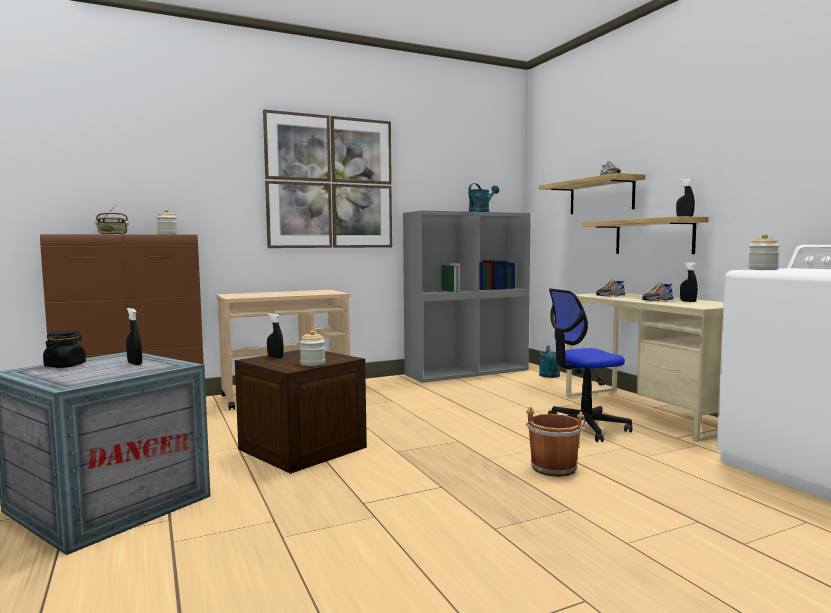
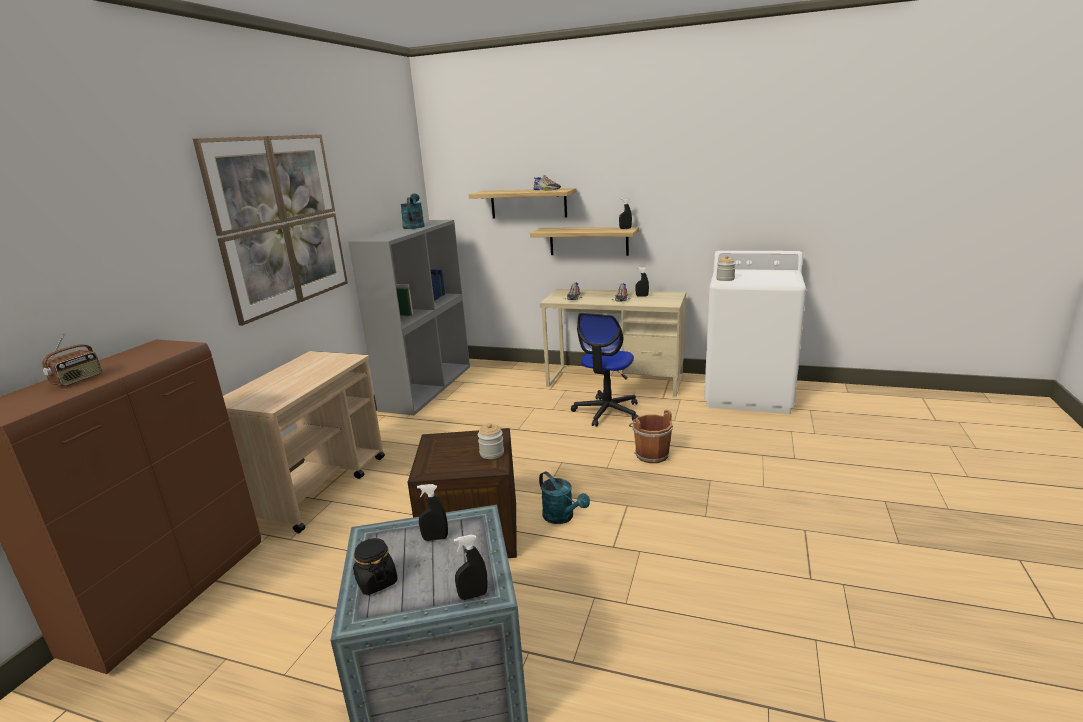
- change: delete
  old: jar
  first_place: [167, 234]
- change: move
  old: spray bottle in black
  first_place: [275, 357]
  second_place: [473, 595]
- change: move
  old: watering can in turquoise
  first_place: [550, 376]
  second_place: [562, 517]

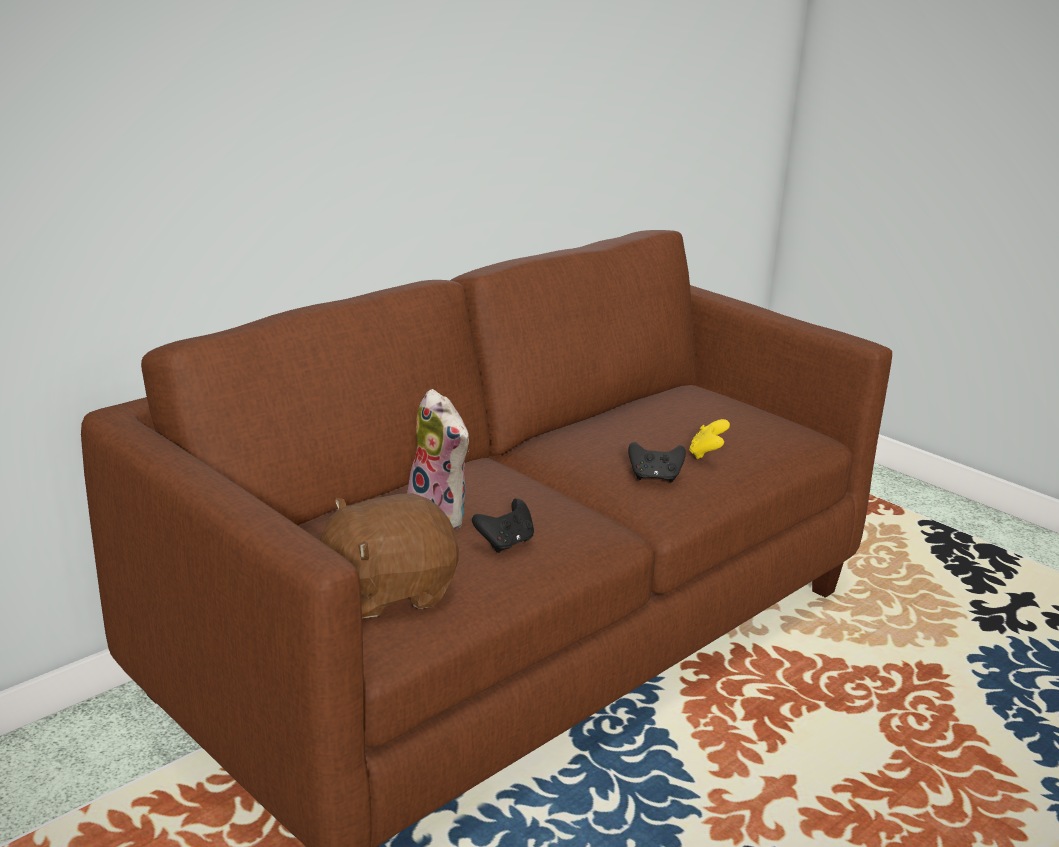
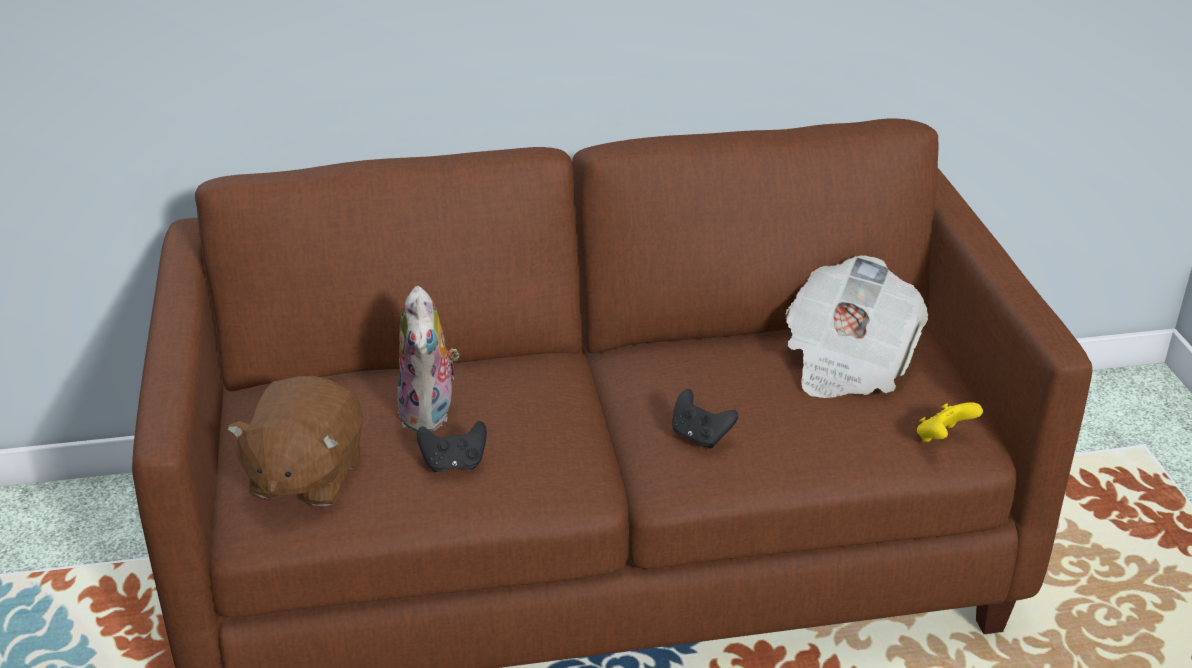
- change: move
  old: game controller in yellow
  first_place: [707, 454]
  second_place: [943, 438]
- change: rotate
  old: plush toy in brown
  first_place: [388, 591]
  second_place: [305, 476]
  degrees: -90
- change: insert
  new: newspaper
  second_place: [847, 362]

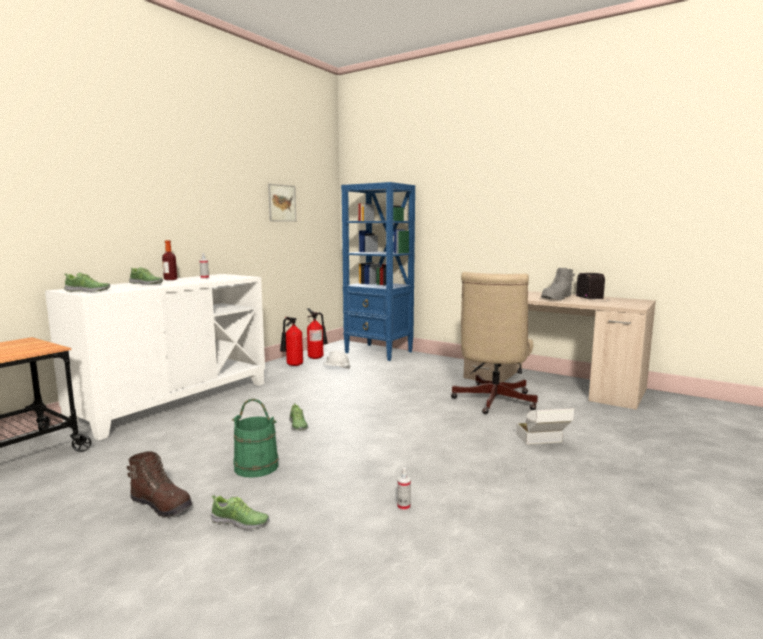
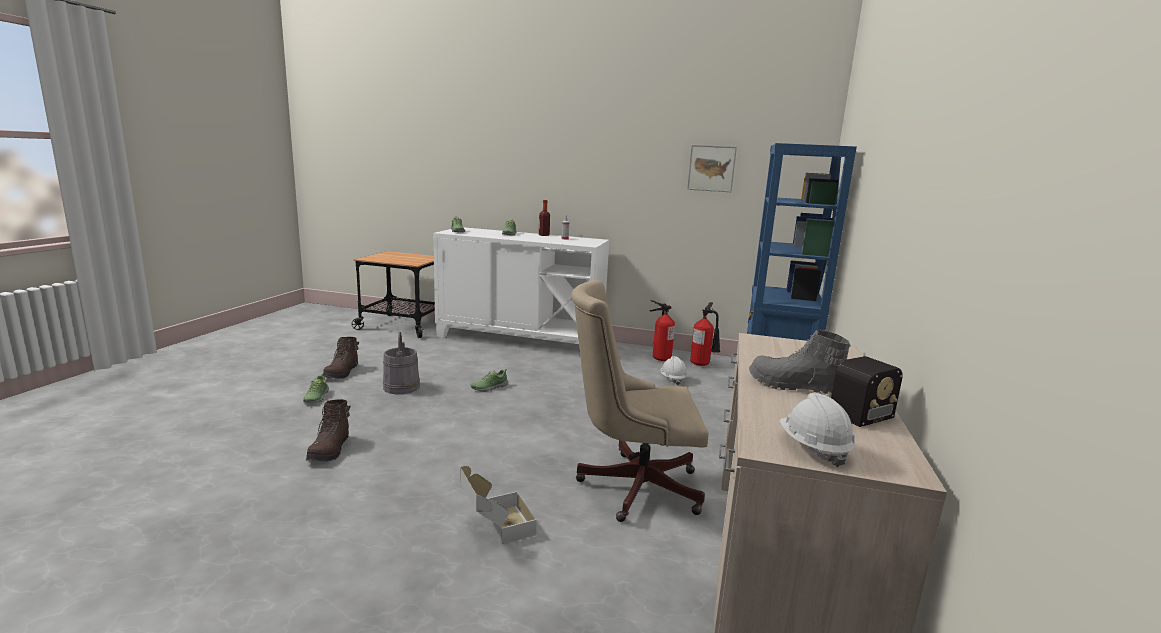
- change: recolor
  old: bucket in green
  new: bucket in grey
  first_place: [256, 466]
  second_place: [401, 387]
- change: replace
  old: spray bottle
  new: boot in brown
  first_place: [403, 507]
  second_place: [330, 450]
- change: insert
  new: hard hat in white
  second_place: [813, 448]

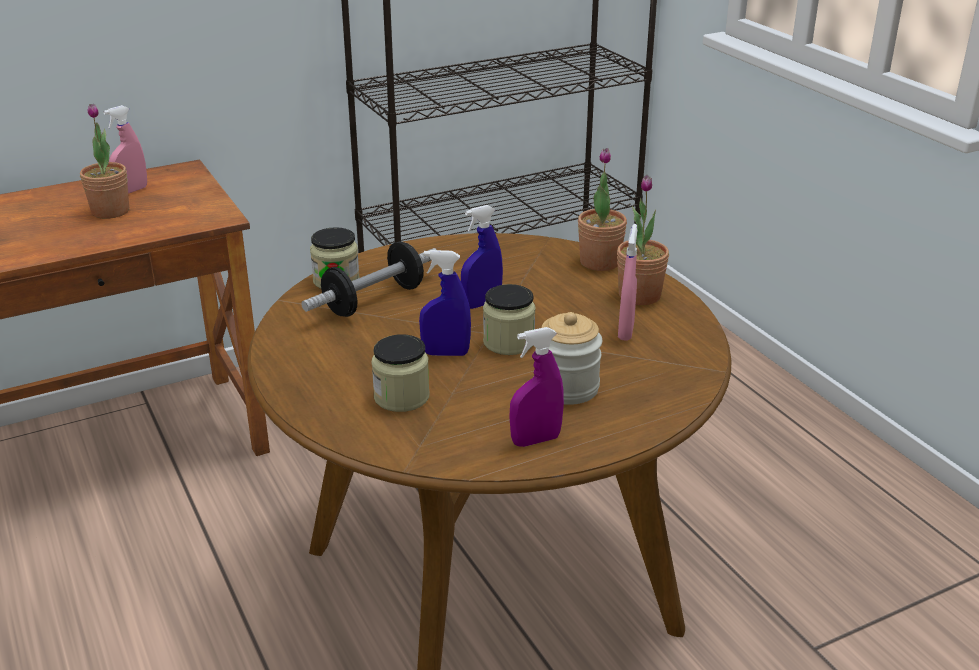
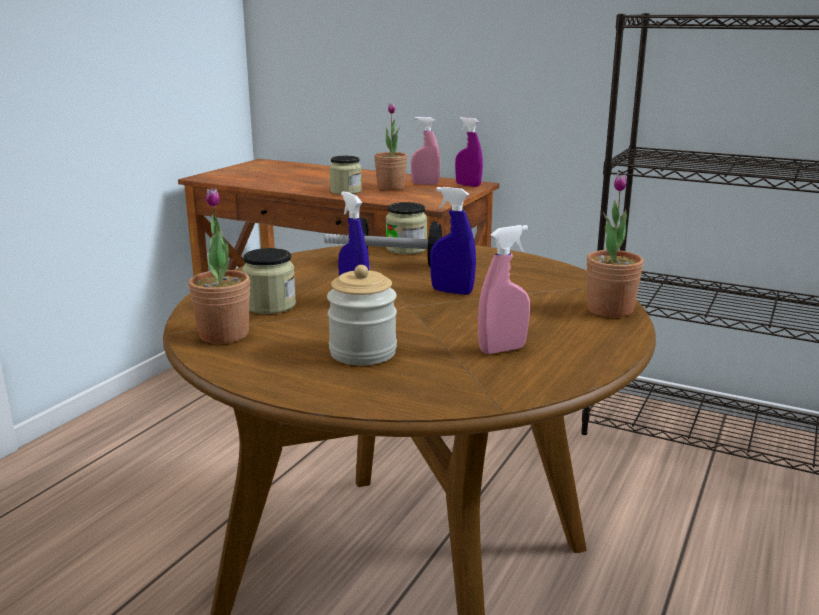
- change: move
  old: potted plant
  first_place: [639, 295]
  second_place: [224, 335]
- change: move
  old: jar
  first_place: [508, 342]
  second_place: [346, 191]
- change: move
  old: spray bottle in purple
  first_place: [535, 440]
  second_place: [468, 185]

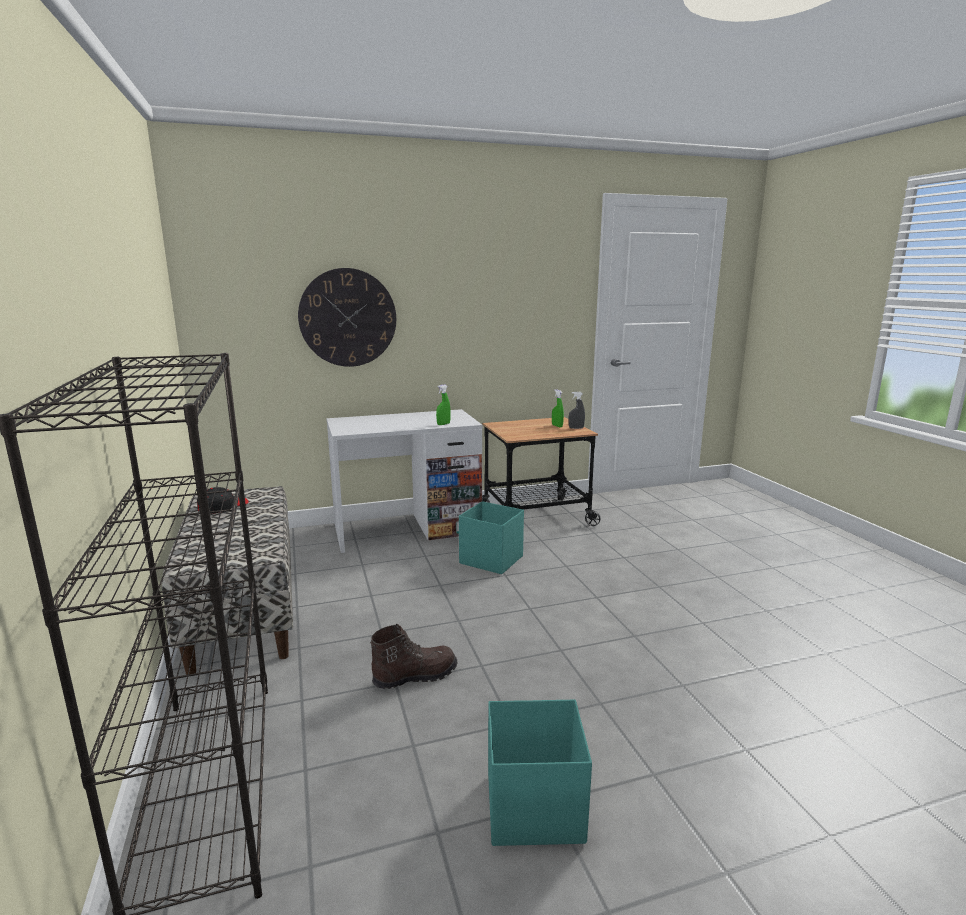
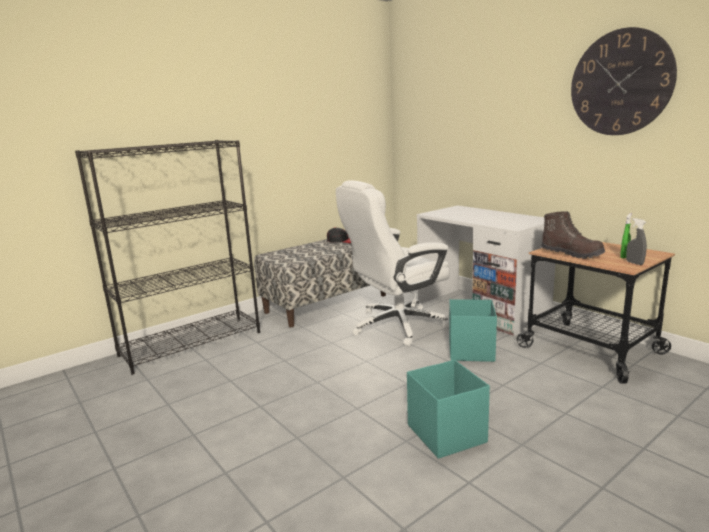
- change: move
  old: wall clock
  first_place: [348, 318]
  second_place: [620, 83]
- change: delete
  old: spray bottle in green
  first_place: [443, 424]
- change: move
  old: boot in brown
  first_place: [415, 676]
  second_place: [572, 254]
- change: move
  old: storage box in turquoise
  first_place: [532, 807]
  second_place: [446, 433]
- change: insert
  new: office chair in white
  second_place: [396, 326]

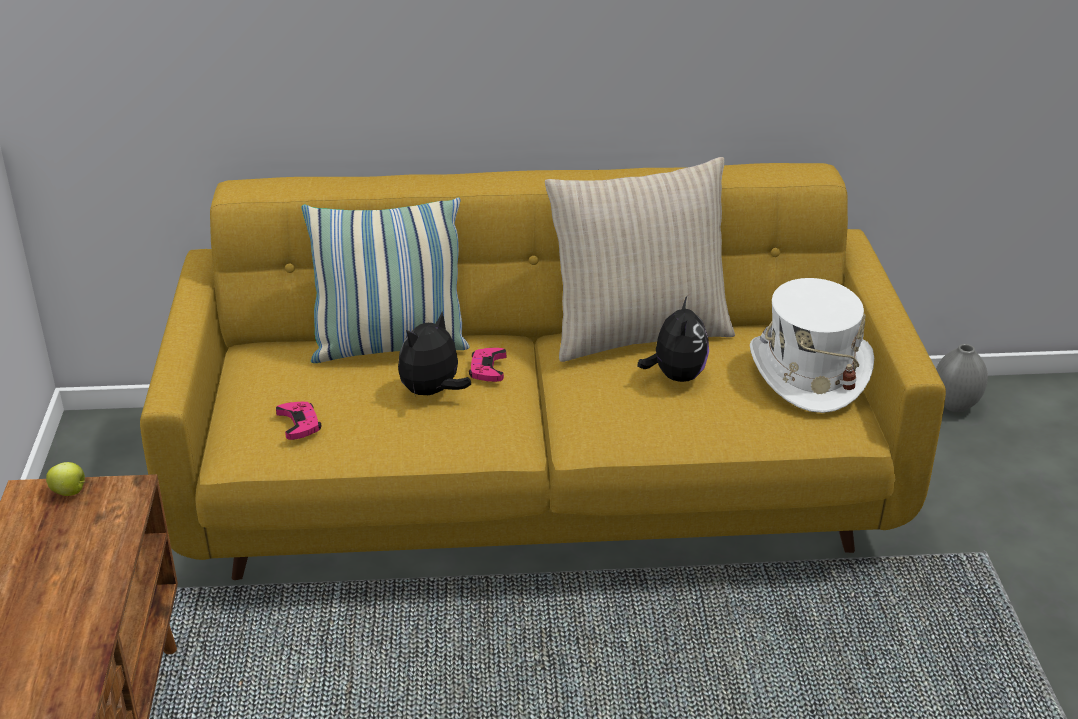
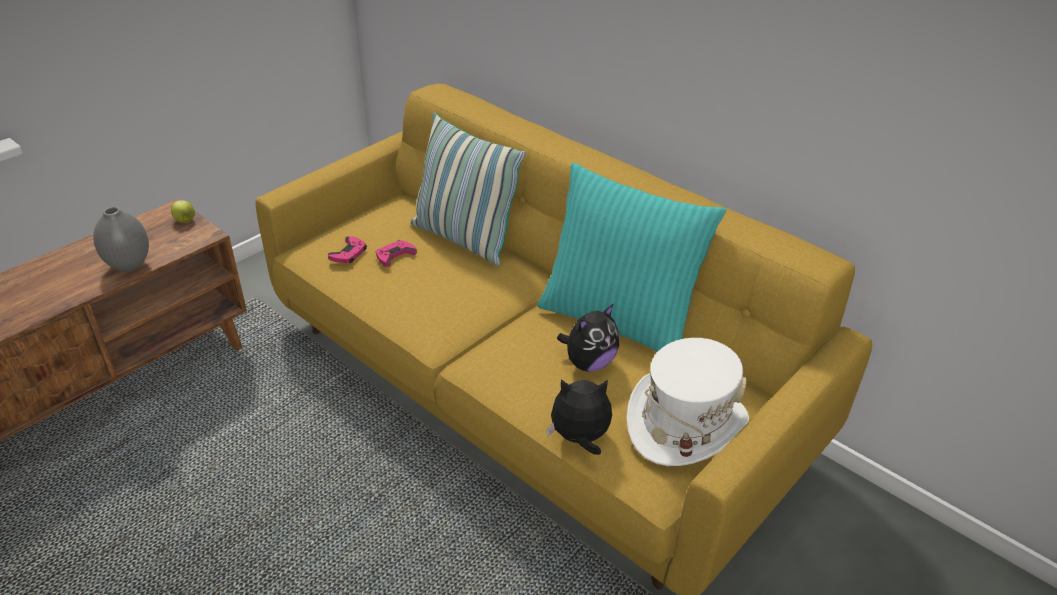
- change: recolor
  old: pillow in beige
  new: pillow in turquoise
  first_place: [638, 333]
  second_place: [618, 319]
- change: move
  old: plush toy
  first_place: [432, 392]
  second_place: [579, 439]
- change: move
  old: vase in grey
  first_place: [954, 406]
  second_place: [129, 265]
- change: move
  old: game controller in pink
  first_place: [487, 368]
  second_place: [395, 255]

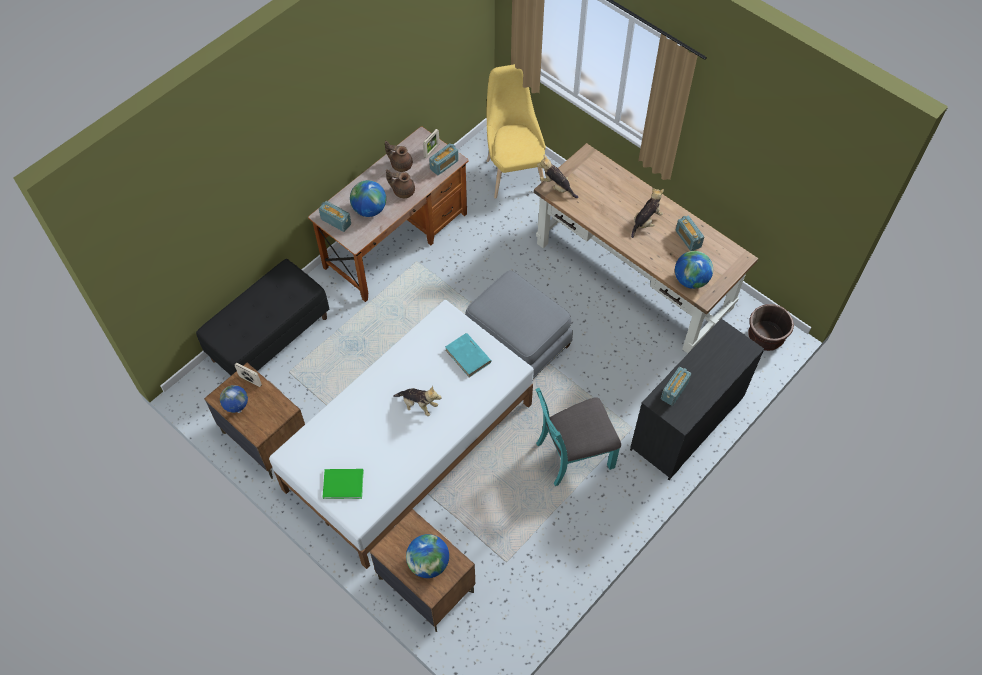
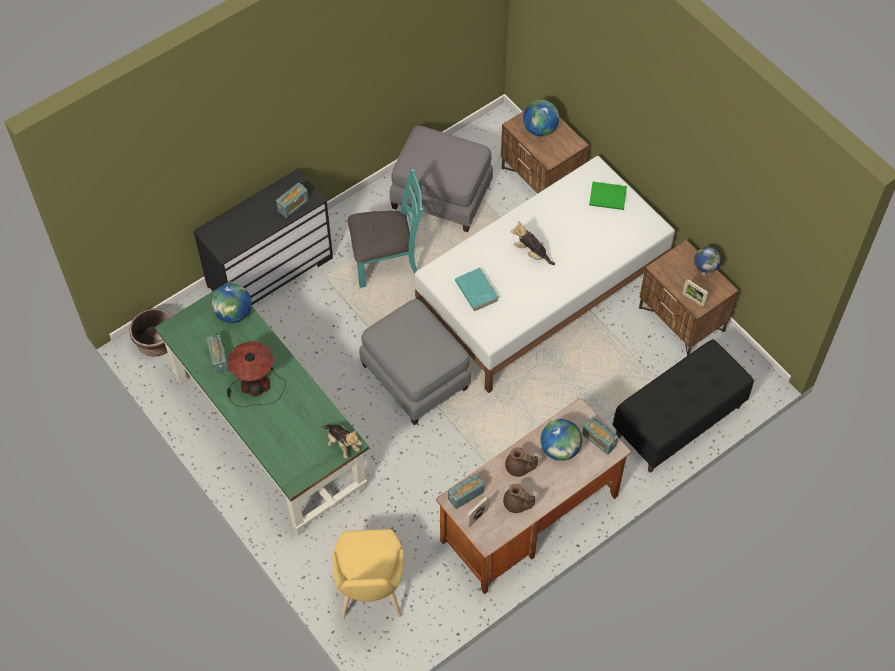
- change: recolor
  old: desk in brown
  new: desk in green
  first_place: [634, 275]
  second_place: [268, 432]
- change: replace
  old: plush toy
  new: table lamp
  first_place: [646, 221]
  second_place: [256, 385]
- change: insert
  new: ottoman in grey
  second_place: [441, 195]

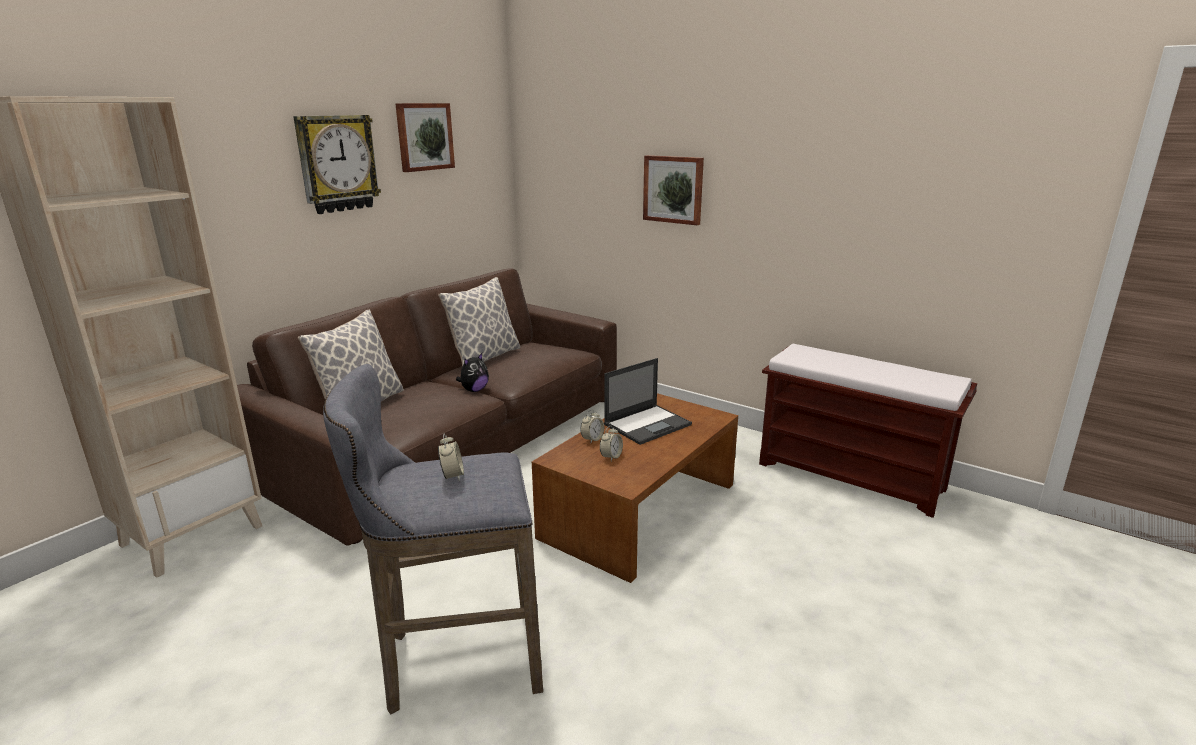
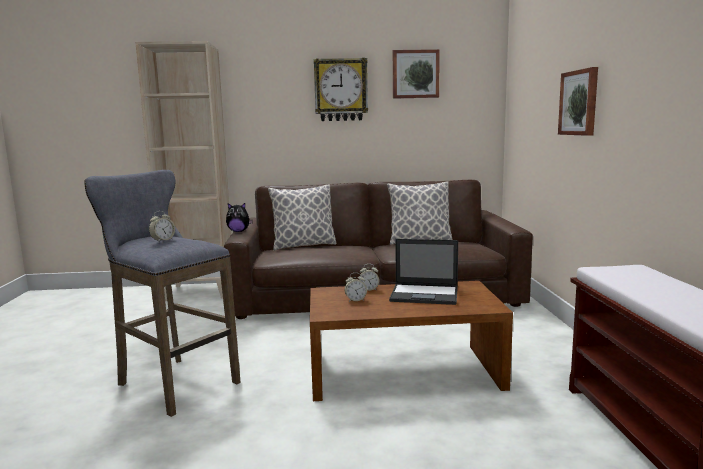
- change: move
  old: plush toy
  first_place: [474, 390]
  second_place: [238, 231]

